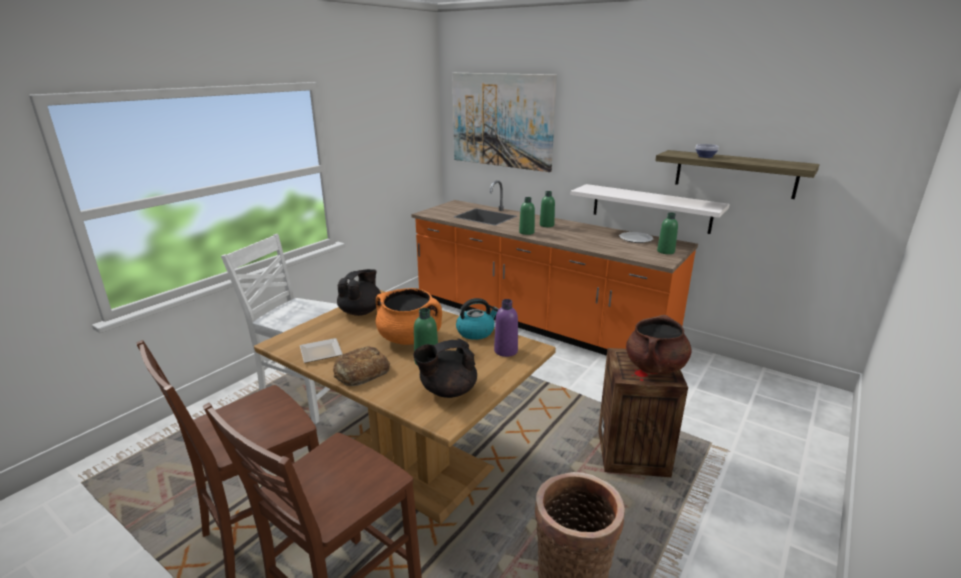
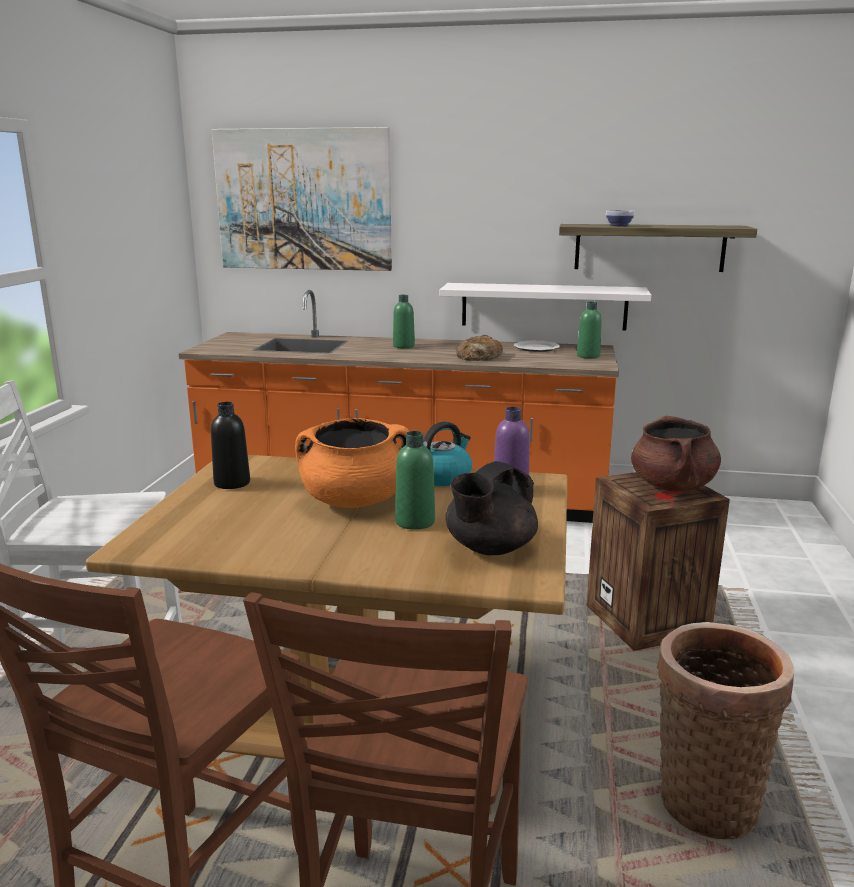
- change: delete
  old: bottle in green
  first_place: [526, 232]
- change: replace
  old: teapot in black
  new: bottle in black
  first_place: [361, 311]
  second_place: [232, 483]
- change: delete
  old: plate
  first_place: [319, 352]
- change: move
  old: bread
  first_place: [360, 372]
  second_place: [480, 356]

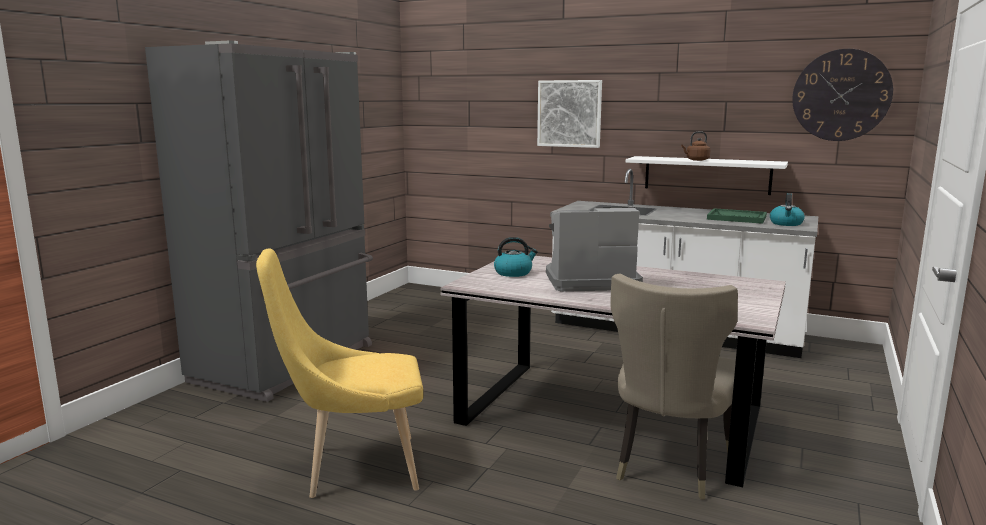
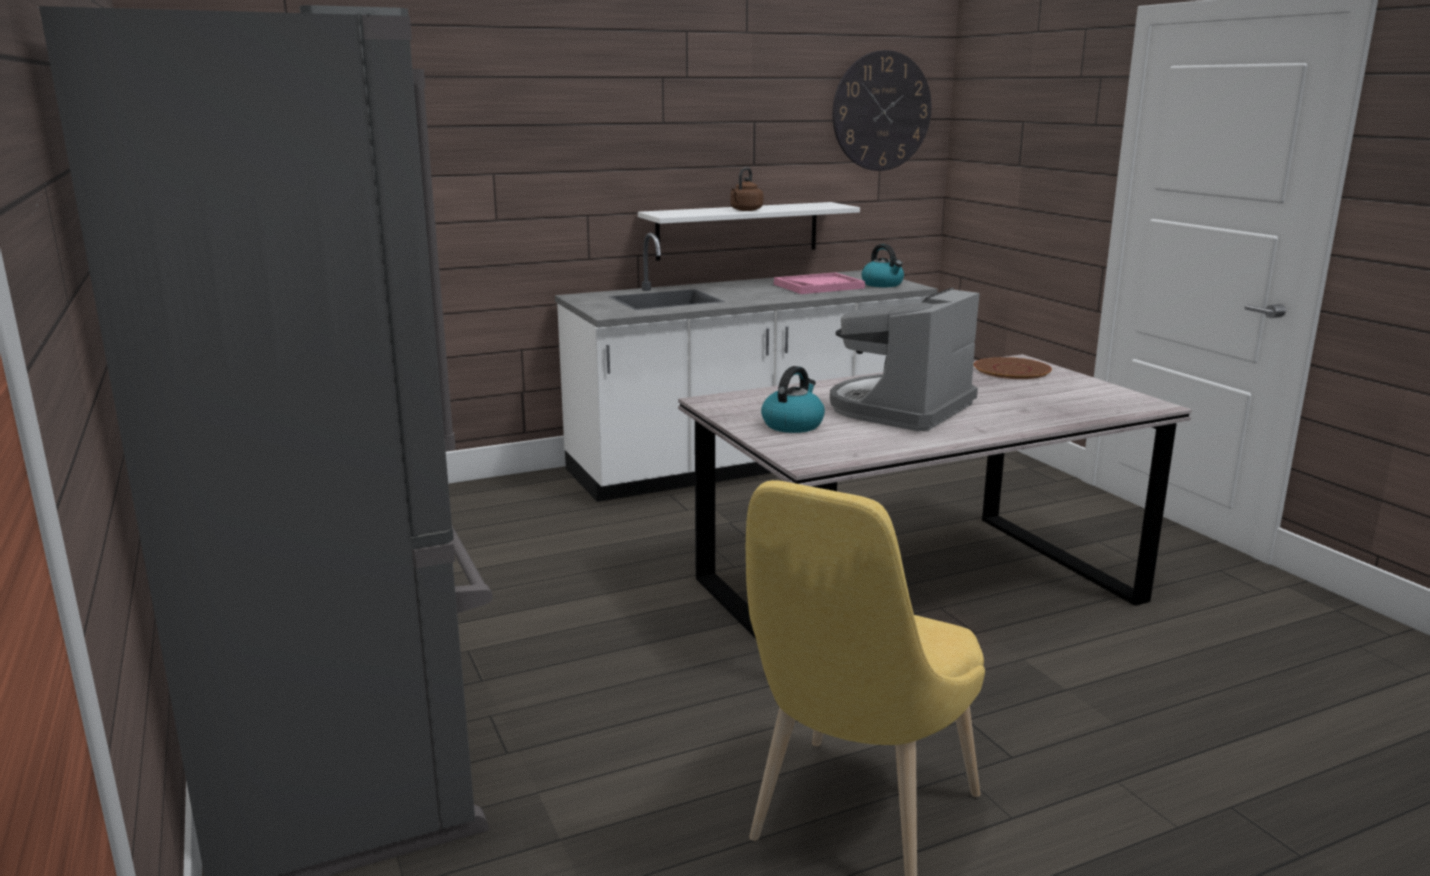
- change: delete
  old: picture
  first_place: [569, 113]
- change: recolor
  old: tray in green
  new: tray in pink
  first_place: [737, 218]
  second_place: [818, 286]
- change: delete
  old: chair in beige
  first_place: [668, 467]
- change: insert
  new: plate in brown
  second_place: [1011, 370]

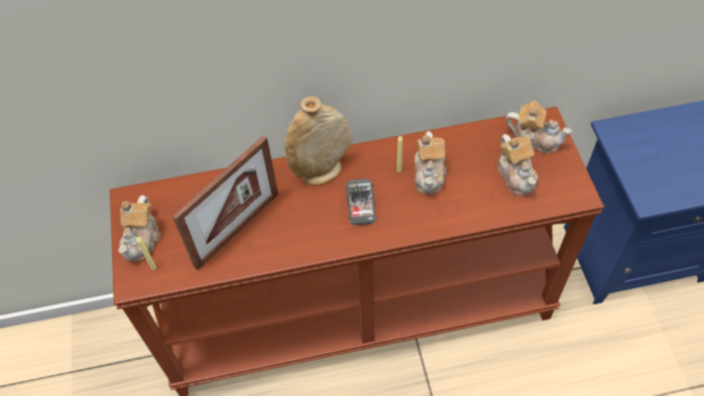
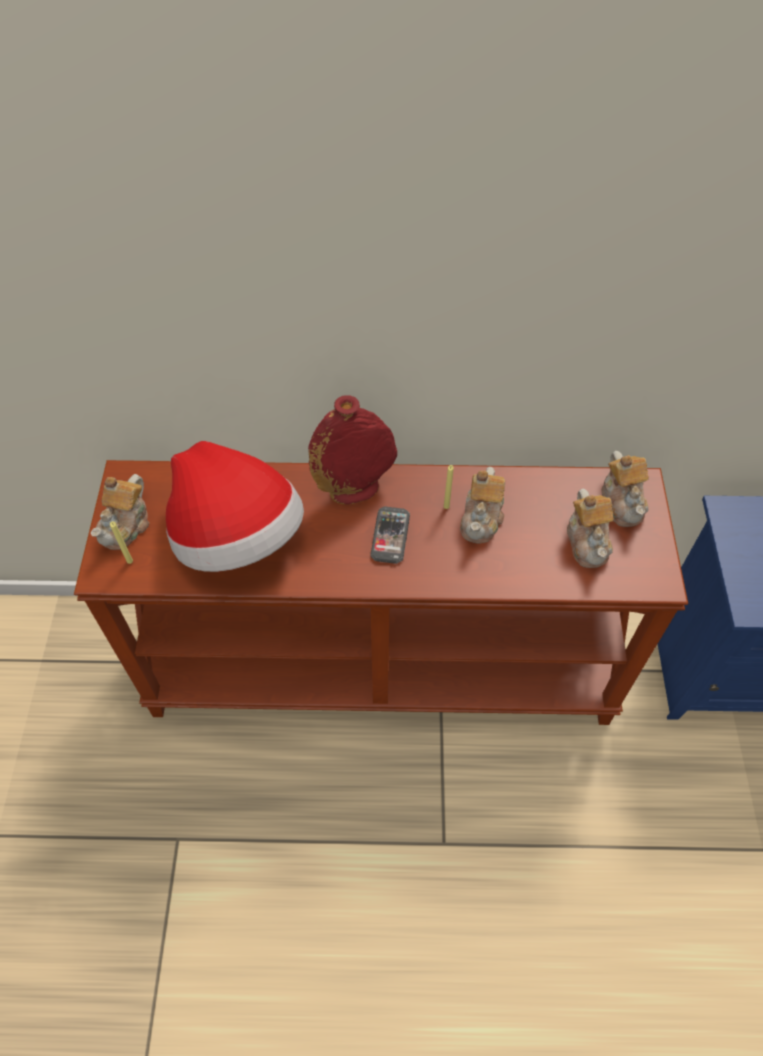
- change: recolor
  old: vase in beige
  new: vase in red
  first_place: [322, 171]
  second_place: [354, 489]
- change: rotate
  old: teapot
  first_place: [534, 138]
  second_place: [622, 502]
  degrees: 45
- change: replace
  old: picture frame
  new: hat
  first_place: [237, 229]
  second_place: [237, 537]

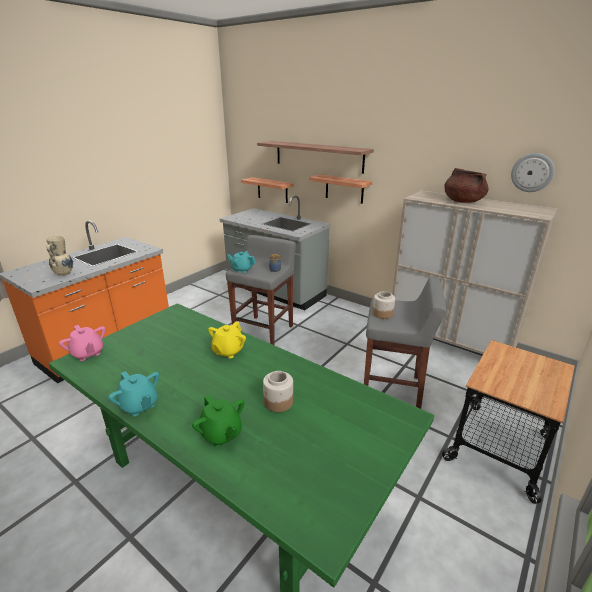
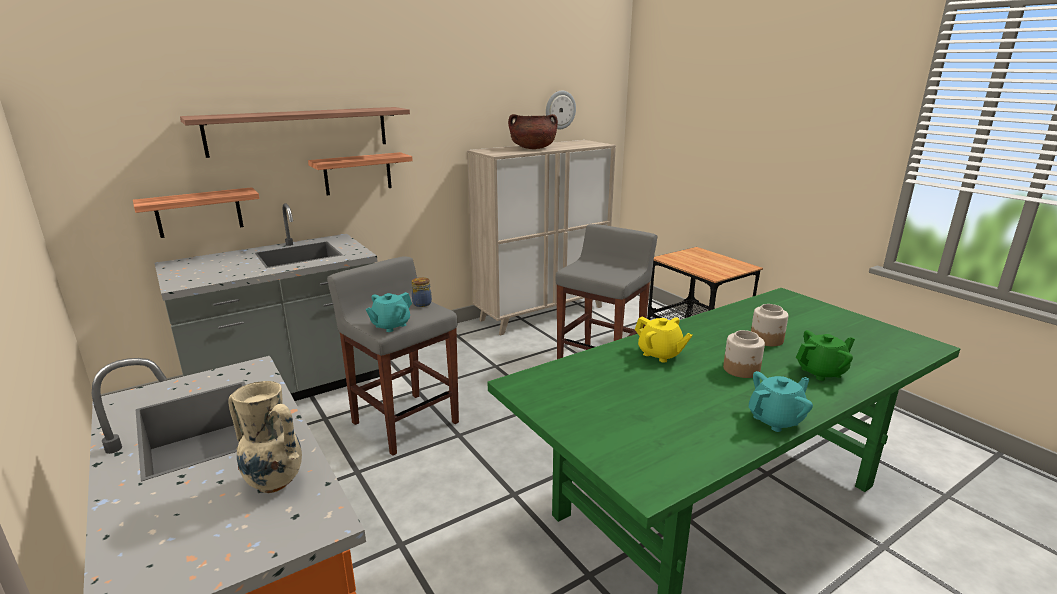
- change: move
  old: jar
  first_place: [382, 314]
  second_place: [741, 369]
- change: delete
  old: teapot in pink
  first_place: [87, 353]

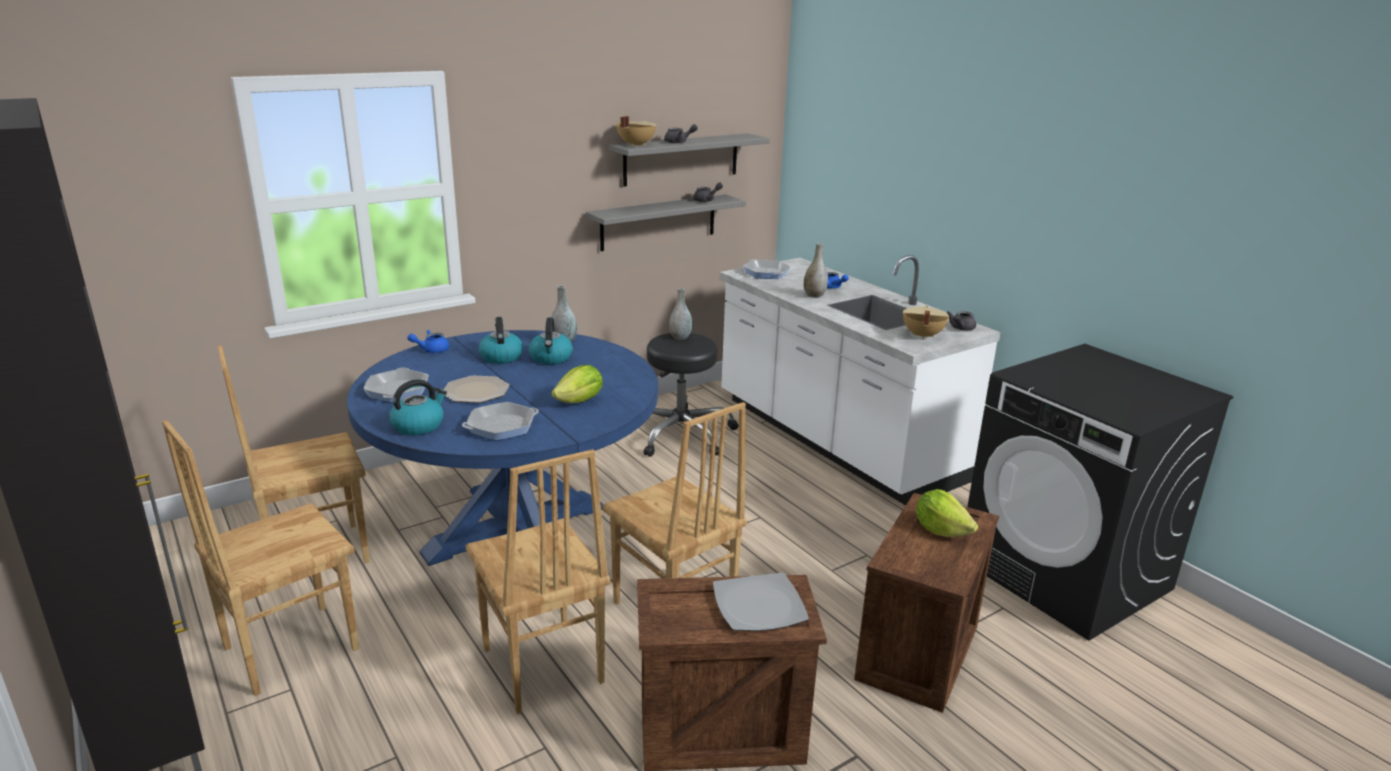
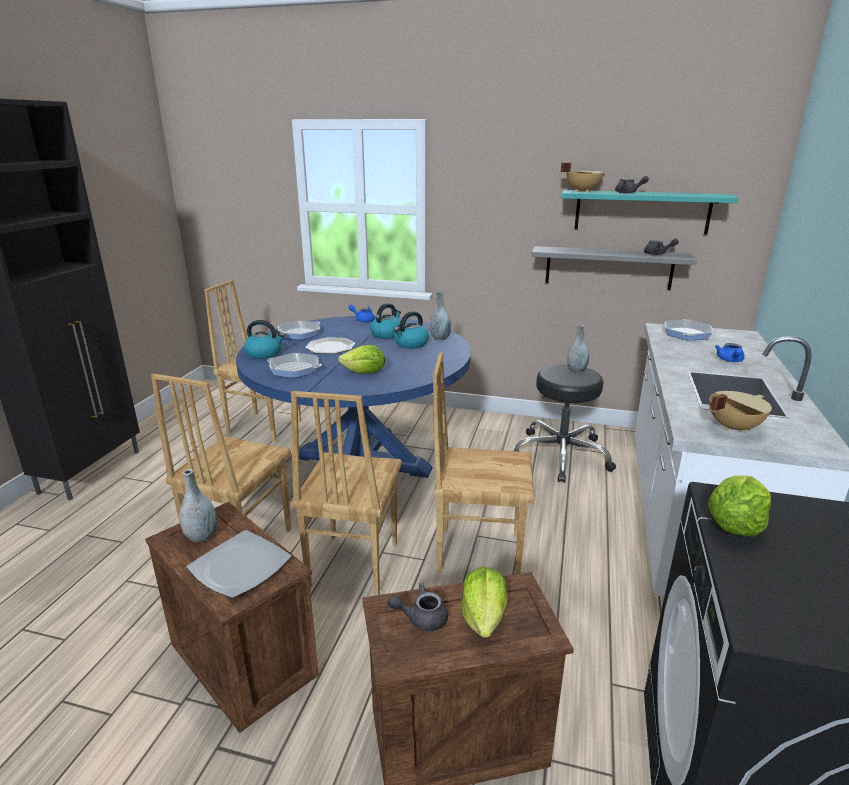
- change: recolor
  old: shelf in grey
  new: shelf in turquoise
  first_place: [681, 159]
  second_place: [641, 212]
- change: move
  old: vase in grey
  first_place: [814, 296]
  second_place: [201, 536]
- change: move
  old: teapot in grey
  first_place: [960, 328]
  second_place: [421, 618]
- change: move
  old: chair in brown
  first_place: [289, 648]
  second_place: [478, 551]
- change: insert
  new: lettuce
  second_place: [734, 525]

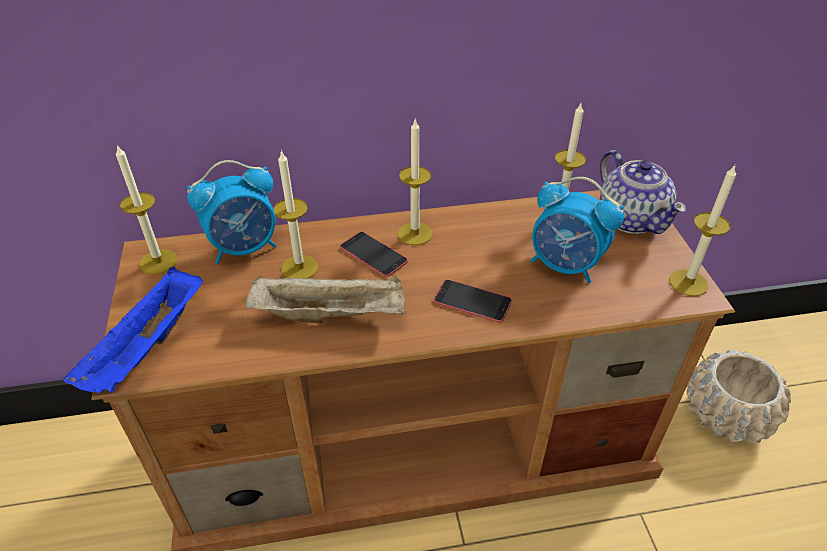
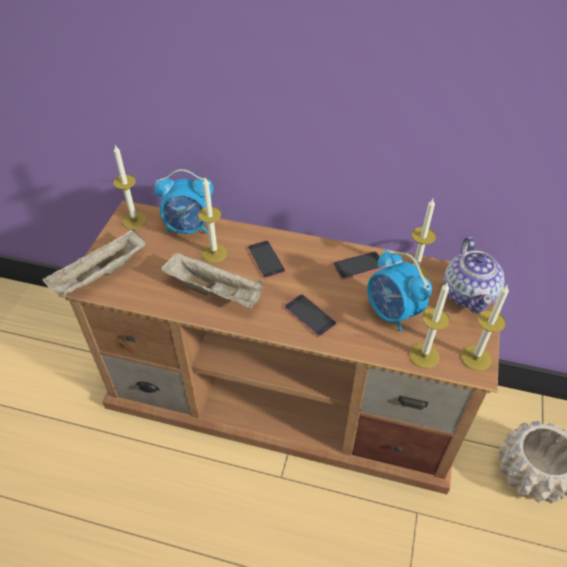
- change: move
  old: candle
  first_place: [414, 234]
  second_place: [424, 355]
- change: recolor
  old: tray in blue
  new: tray in beige
  first_place: [148, 348]
  second_place: [100, 276]
- change: insert
  new: phone
  second_place: [359, 265]

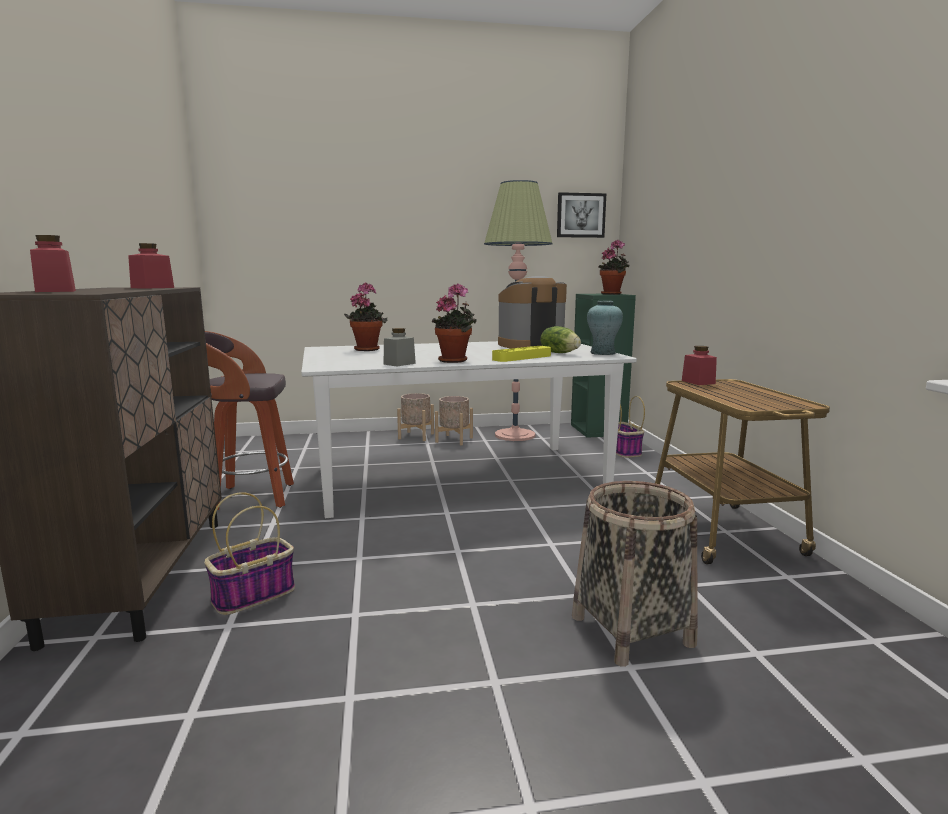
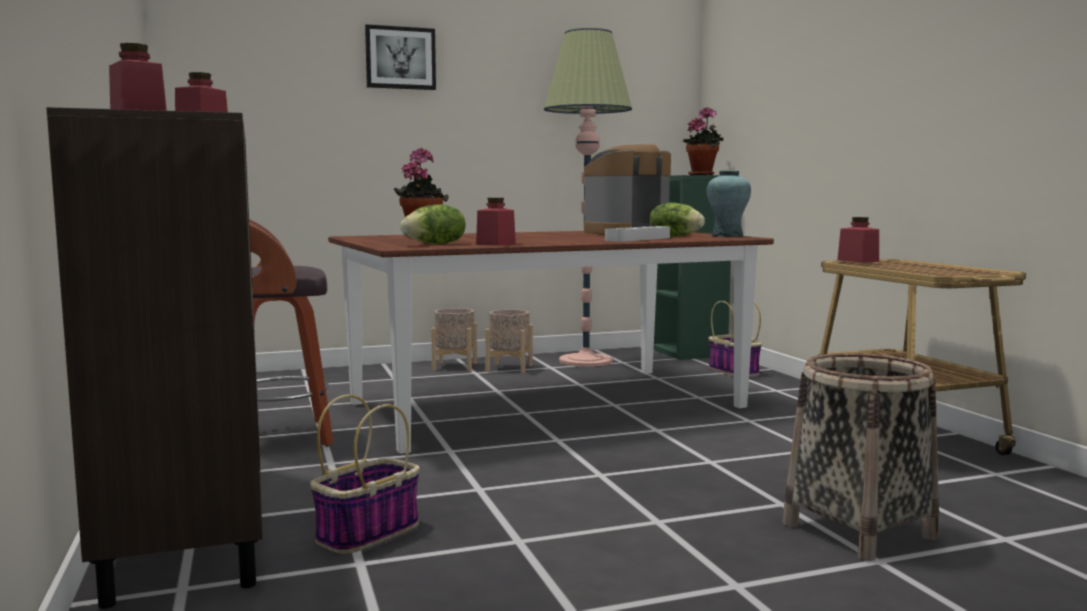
- change: move
  old: picture
  first_place: [580, 215]
  second_place: [400, 58]
- change: delete
  old: potted plant
  first_place: [455, 360]
- change: recolor
  old: jar in grey
  new: jar in red
  first_place: [399, 364]
  second_place: [496, 244]
- change: recolor
  old: dining table in white
  new: dining table in brown
  first_place: [459, 477]
  second_place: [546, 405]
- change: recolor
  old: tray in yellow
  new: tray in grey
  first_place: [522, 358]
  second_place: [638, 239]
- change: insert
  new: lettuce
  second_place: [435, 244]

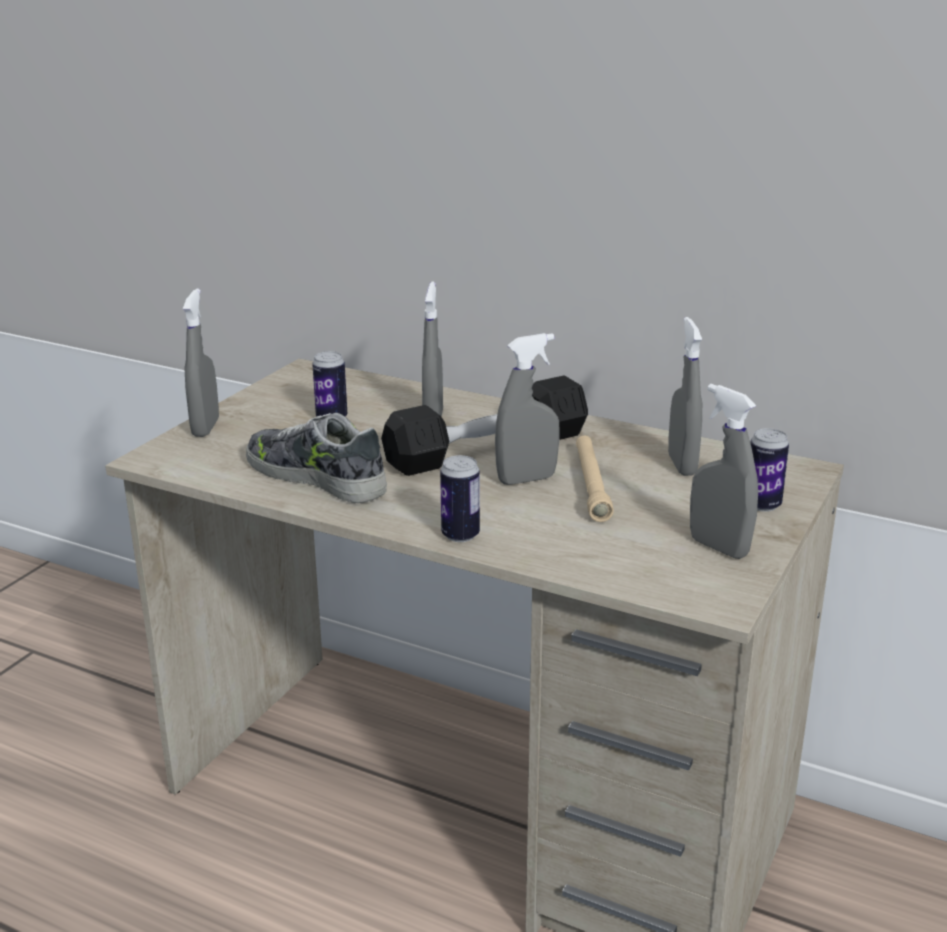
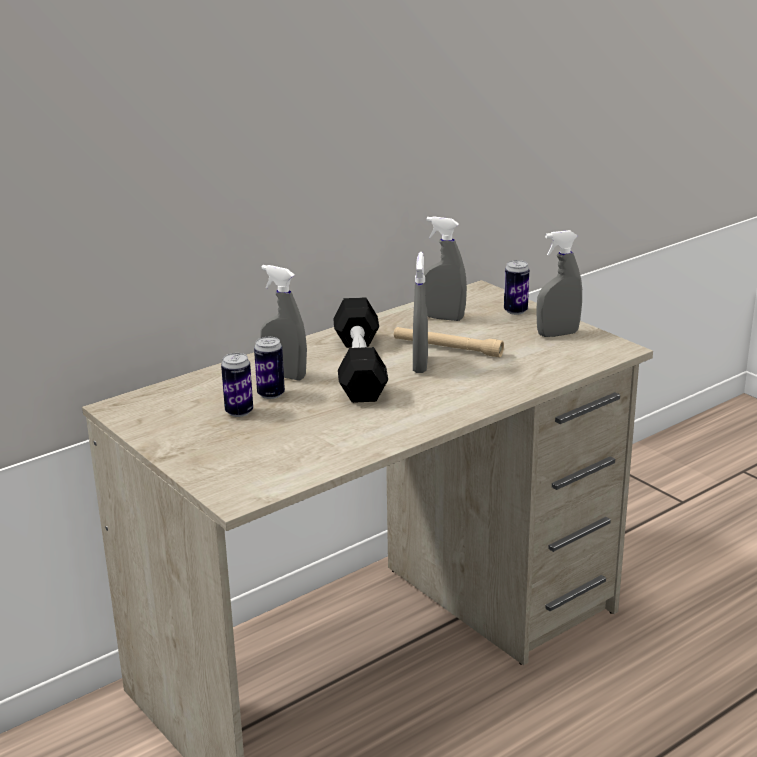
- change: delete
  old: spray bottle in grey
  first_place: [205, 428]
- change: delete
  old: shoe
  first_place: [317, 477]
- change: move
  old: can
  first_place: [460, 535]
  second_place: [271, 394]

